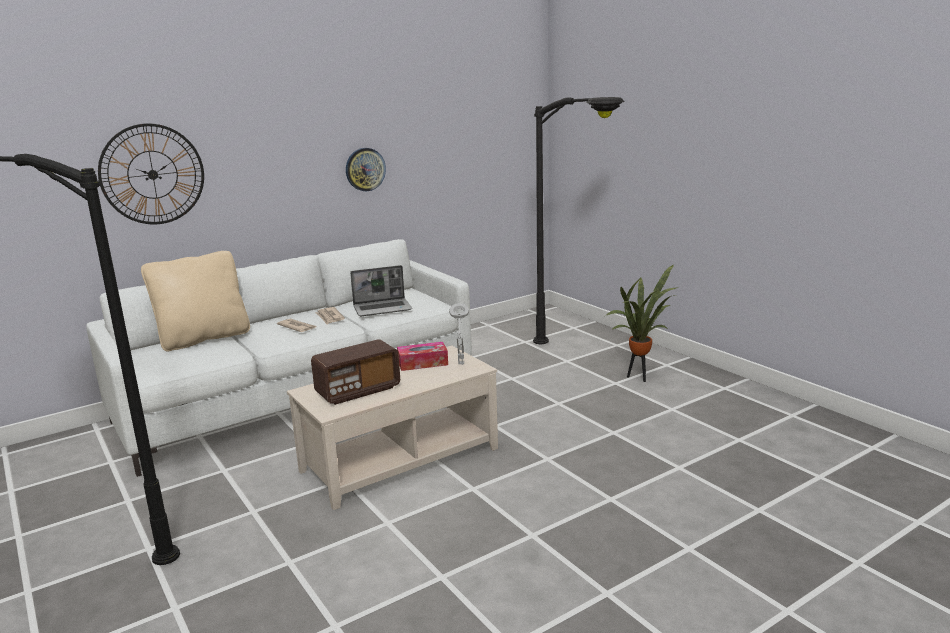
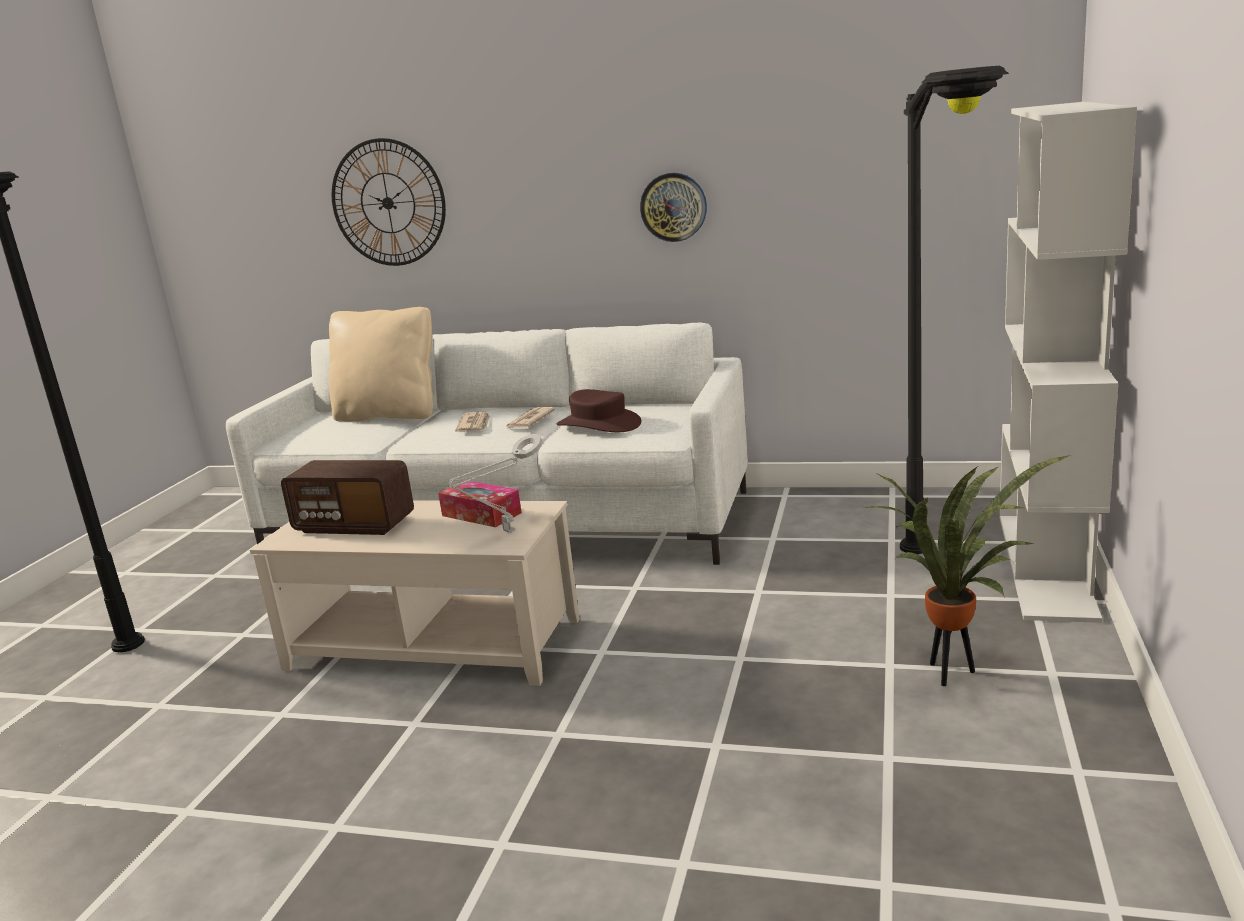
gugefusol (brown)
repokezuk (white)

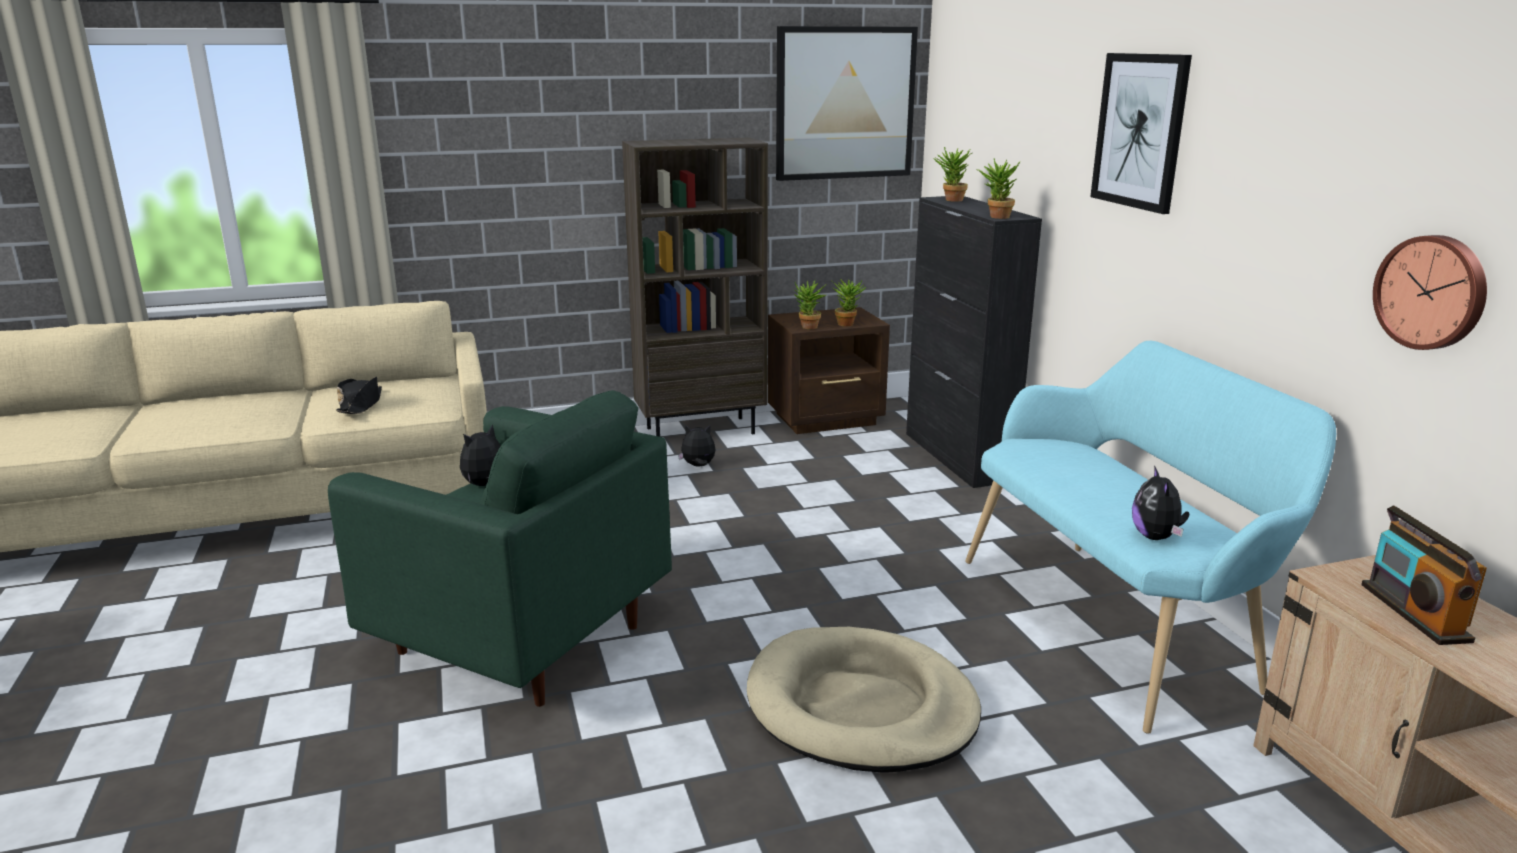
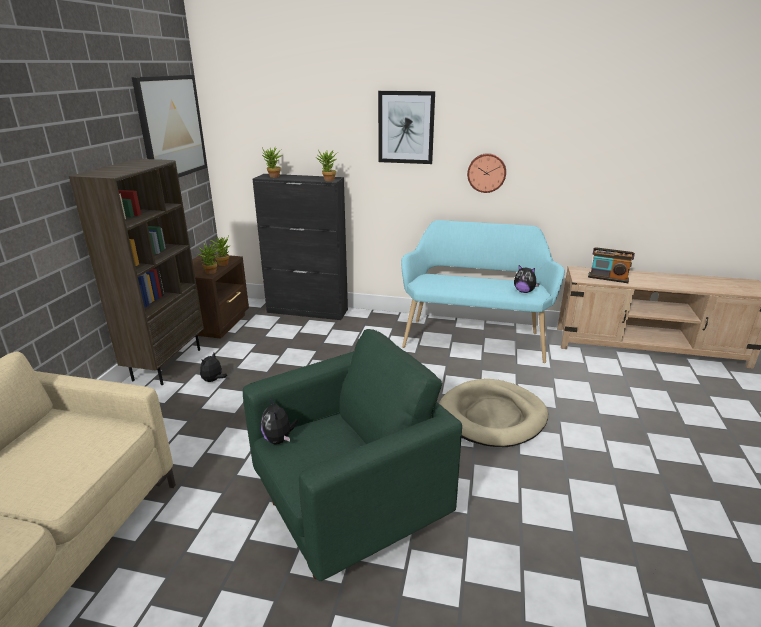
gugefusol (black)
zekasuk

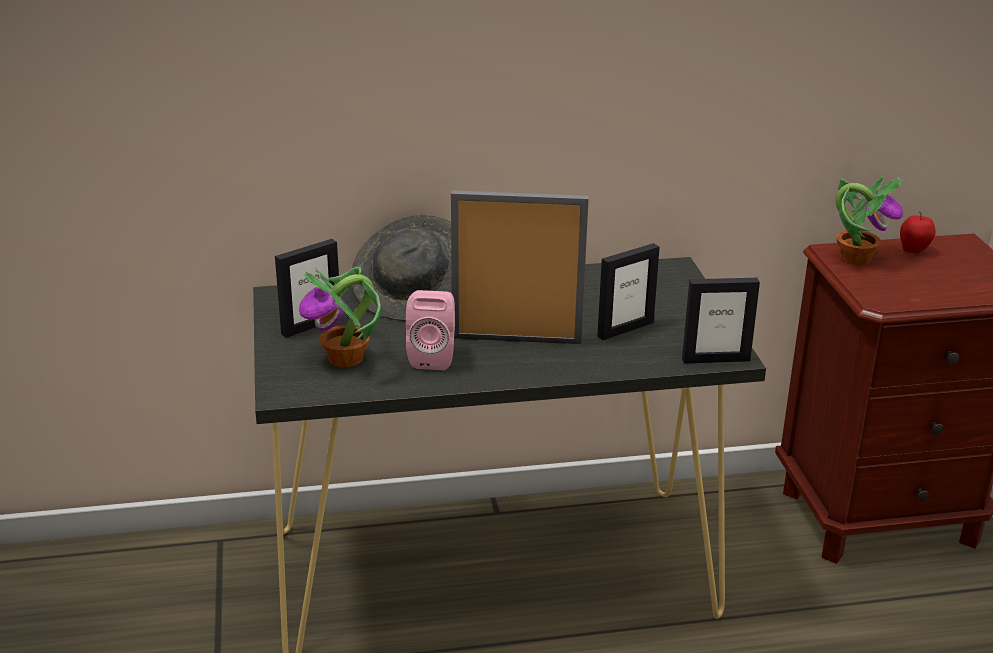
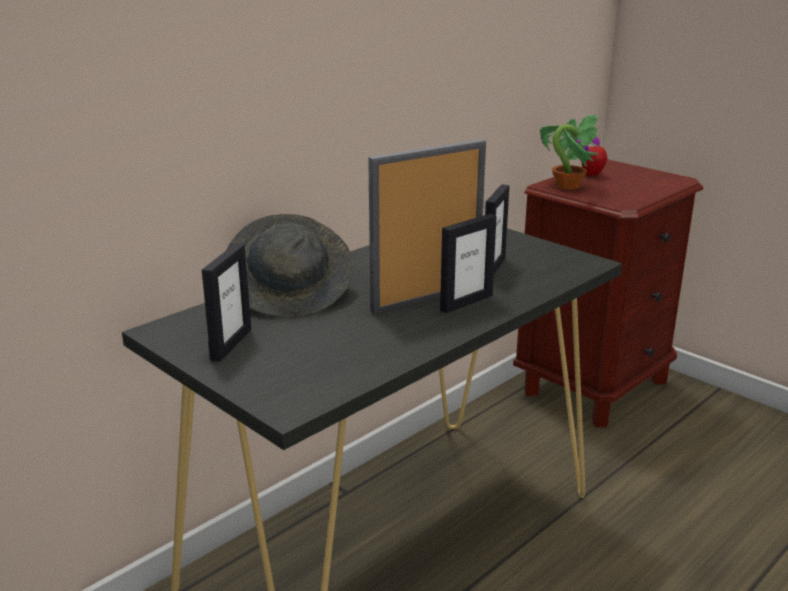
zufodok (no. 1 from left in the first image)
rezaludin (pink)
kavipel (no. 3 from left)

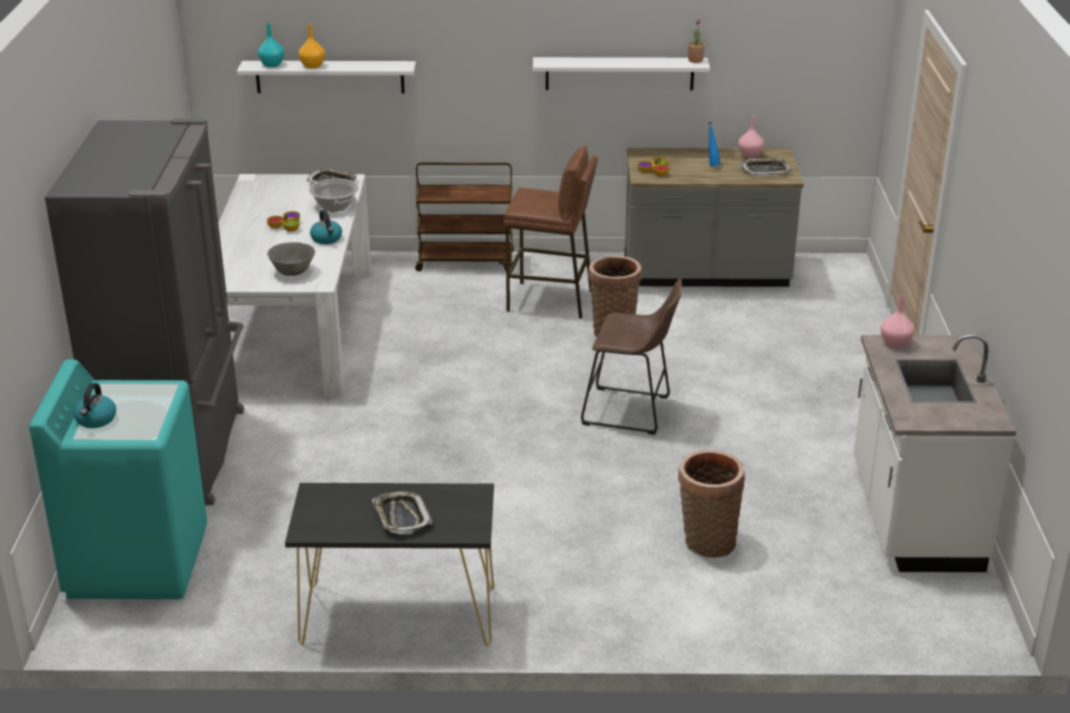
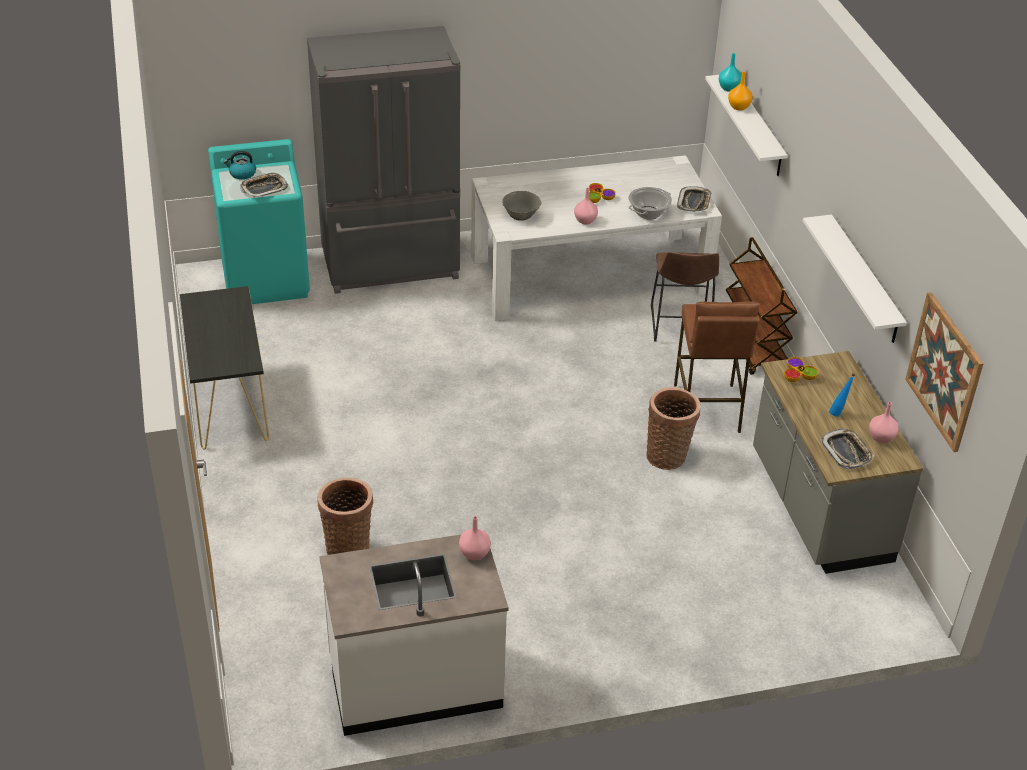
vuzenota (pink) (no. 2 from left)
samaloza (no. 1 from left)
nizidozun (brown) (no. 1 from left)
zufodok
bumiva

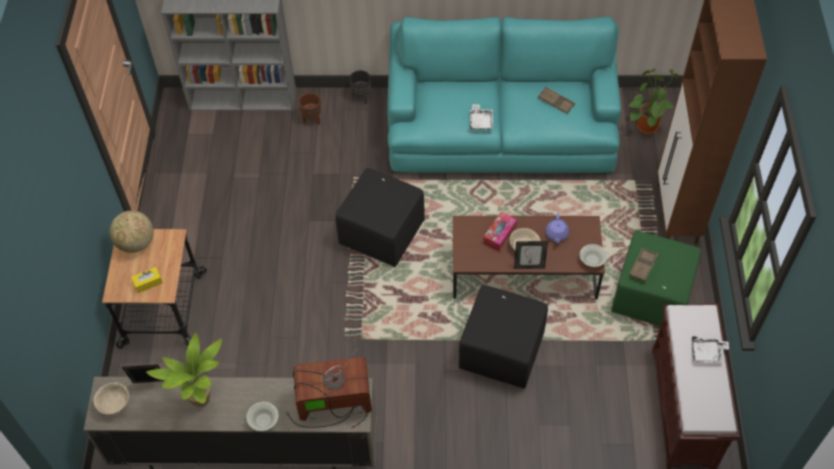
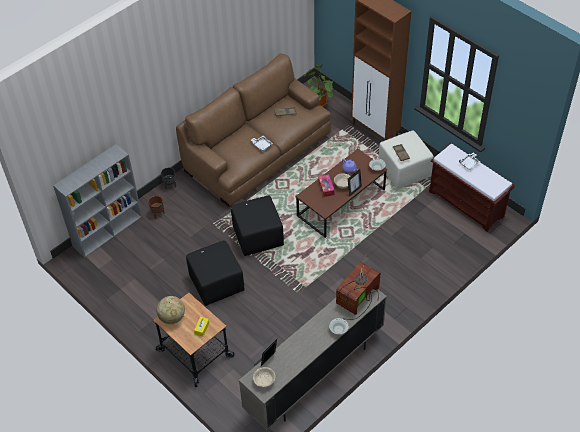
zufodok (no. 1 from left in the first image)
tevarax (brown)
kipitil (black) (no. 1 from left)
kipitil (beige)

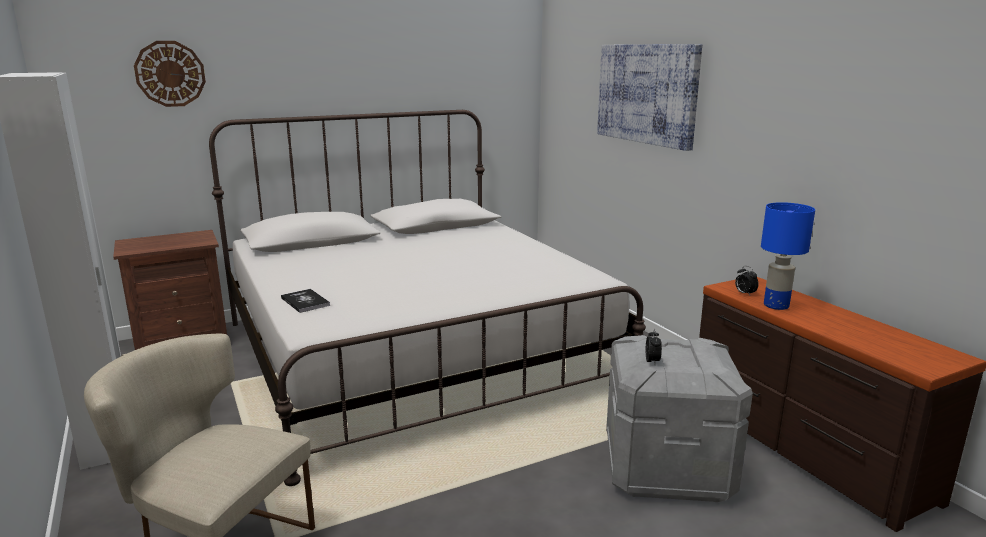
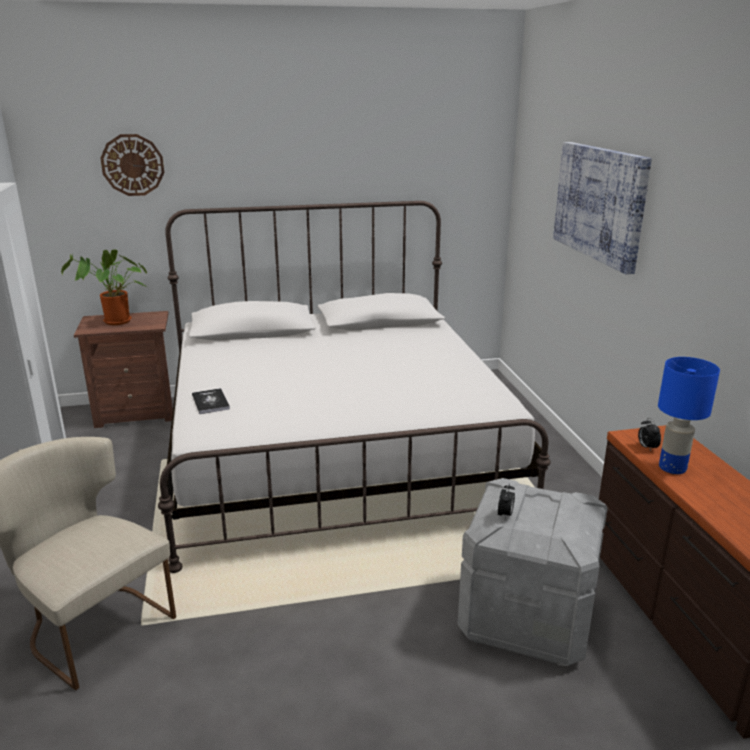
zufodok

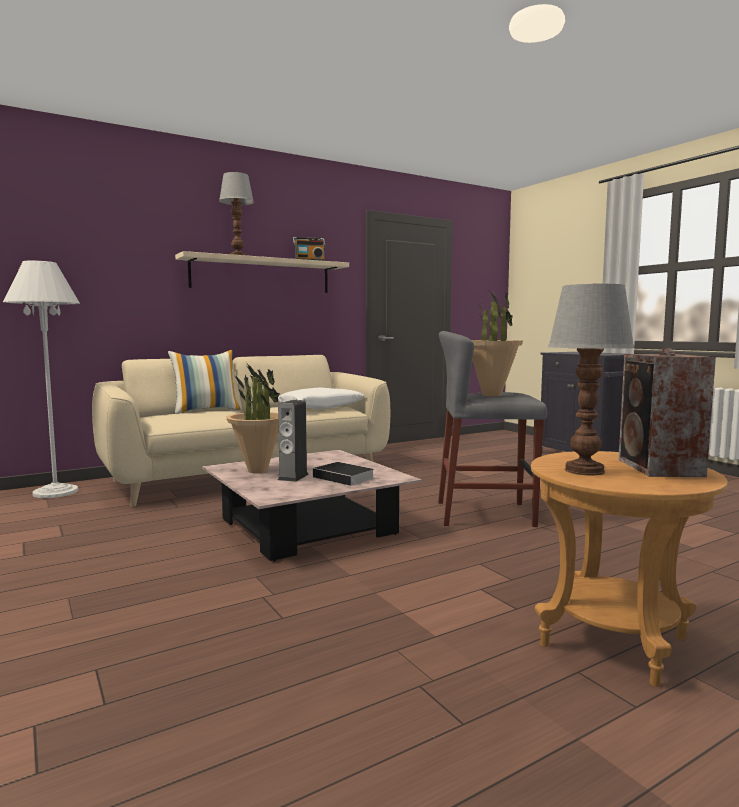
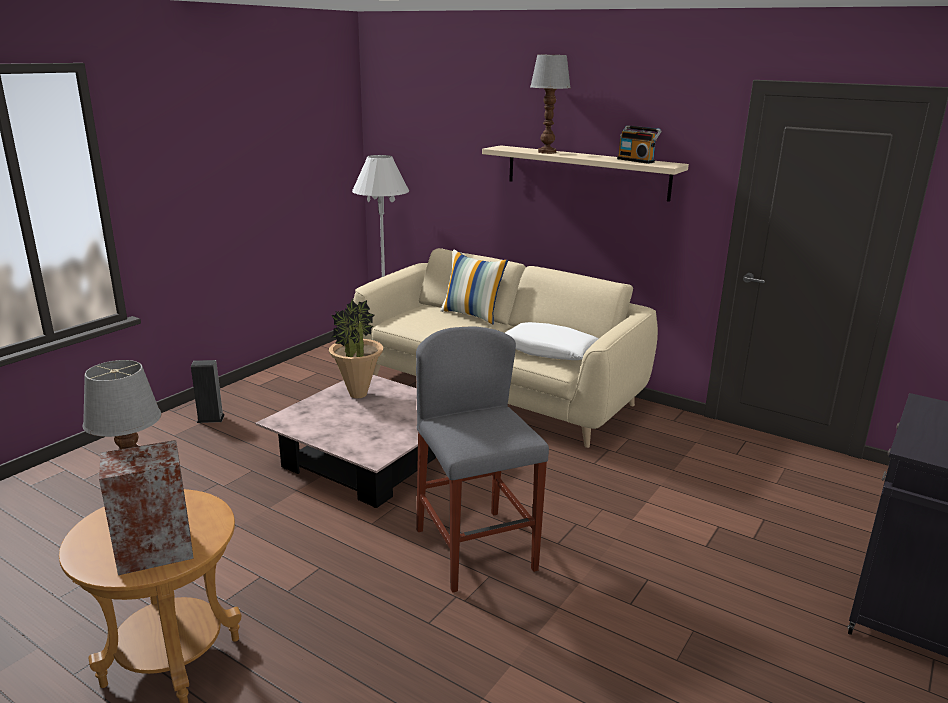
rezaludin (no. 2 from left)
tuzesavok
zufodok (no. 2 from left in the first image)

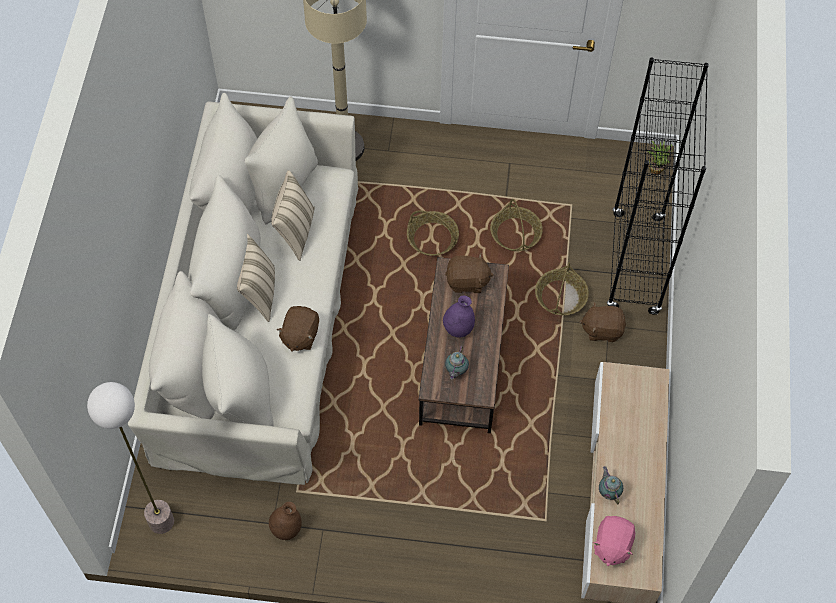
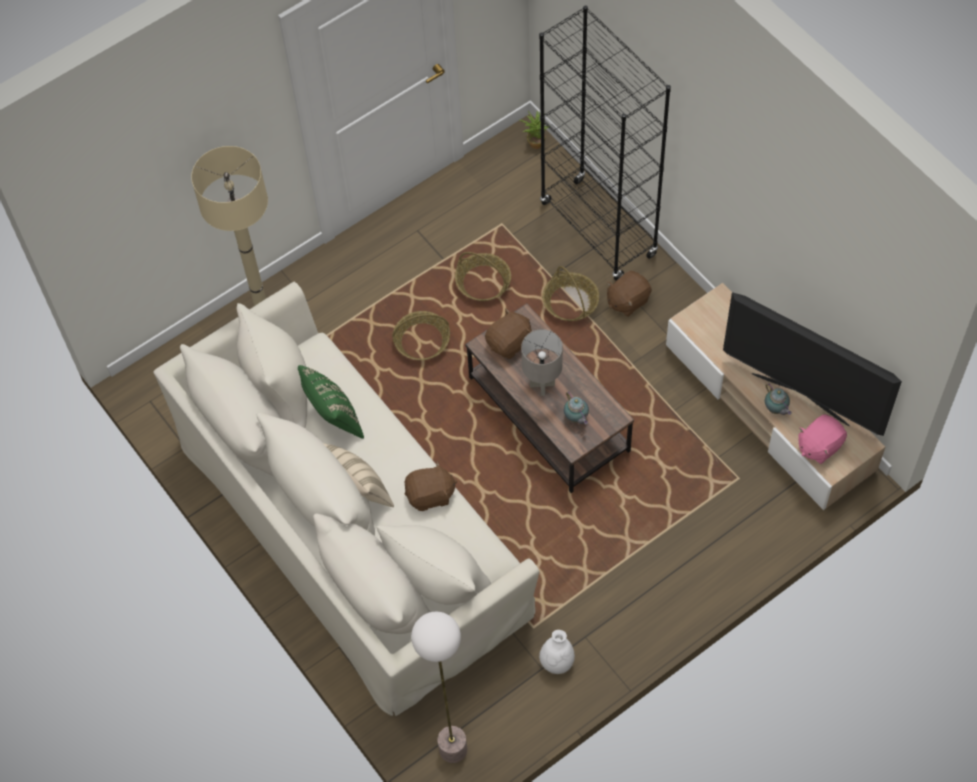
vuzenota (white)
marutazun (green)
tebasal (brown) (no. 1 from left)
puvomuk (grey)
tebasal (pink)
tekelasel (no. 2 from left)
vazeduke

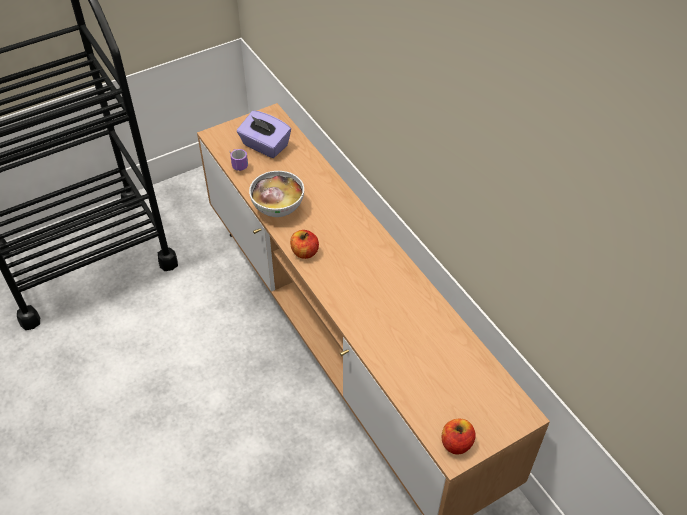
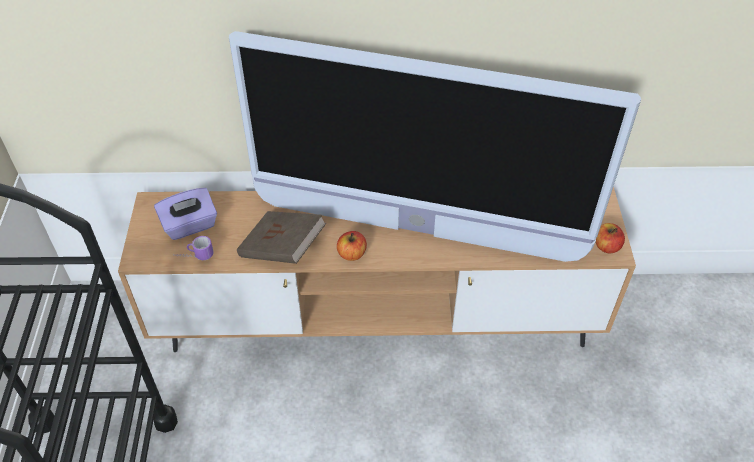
tuzesavok (brown)
vazeduke

